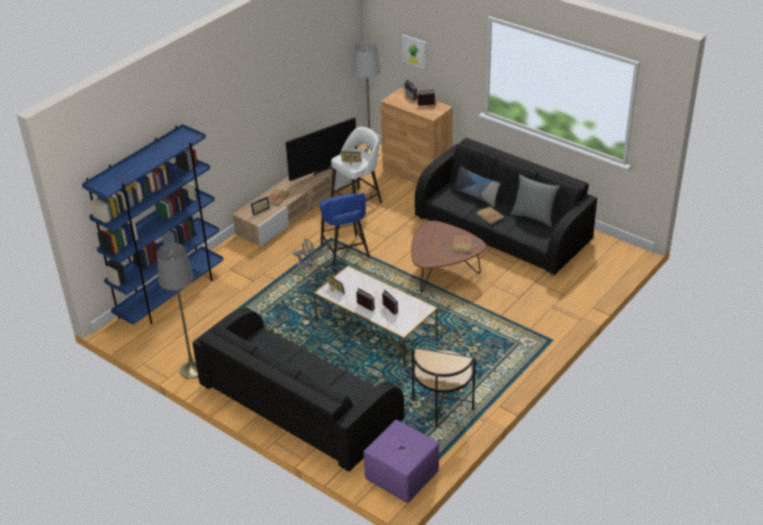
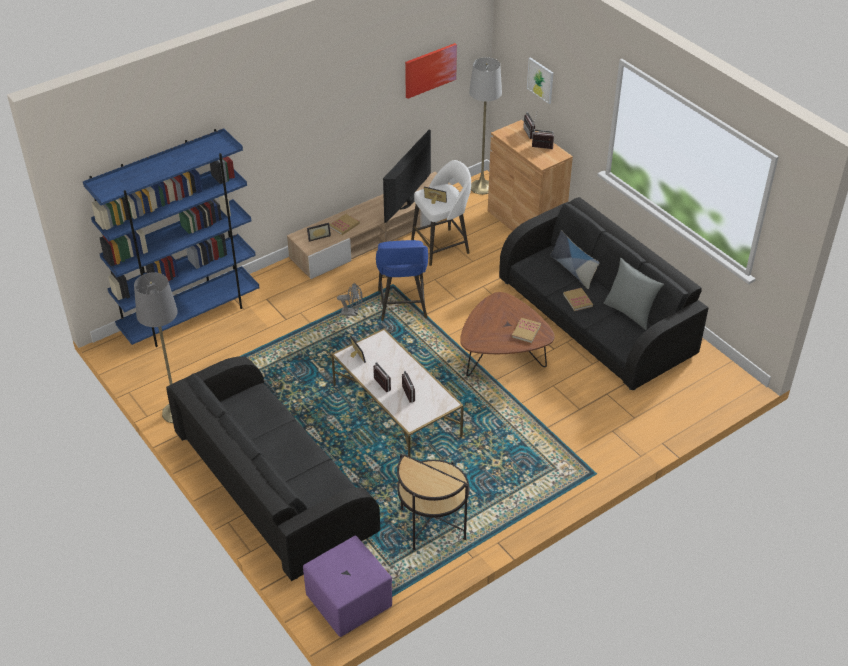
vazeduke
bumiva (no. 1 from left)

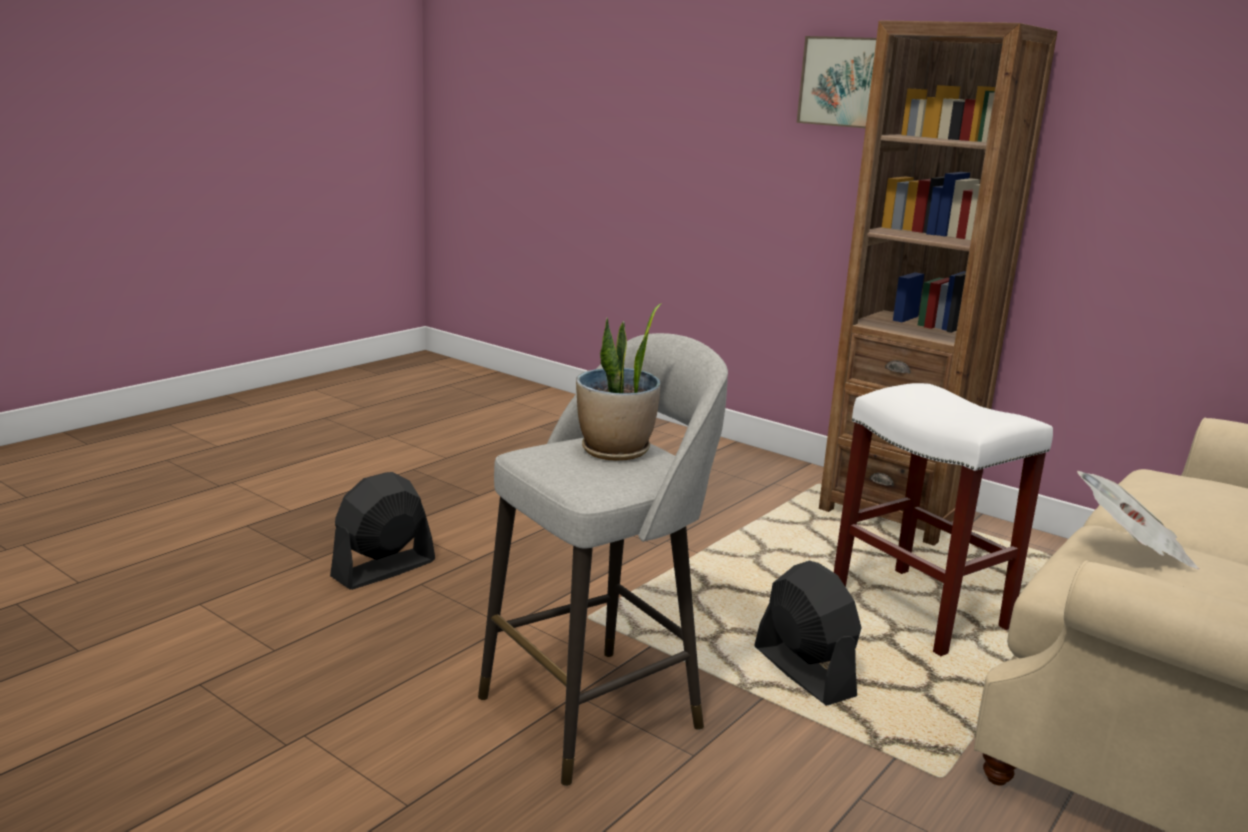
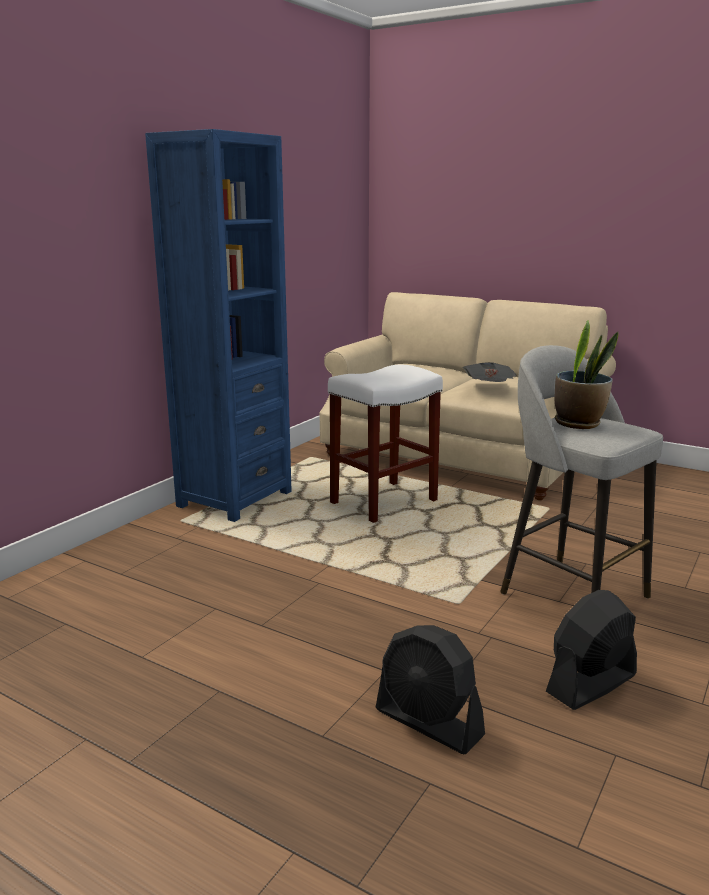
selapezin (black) (no. 2 from left)
bumiva
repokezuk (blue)

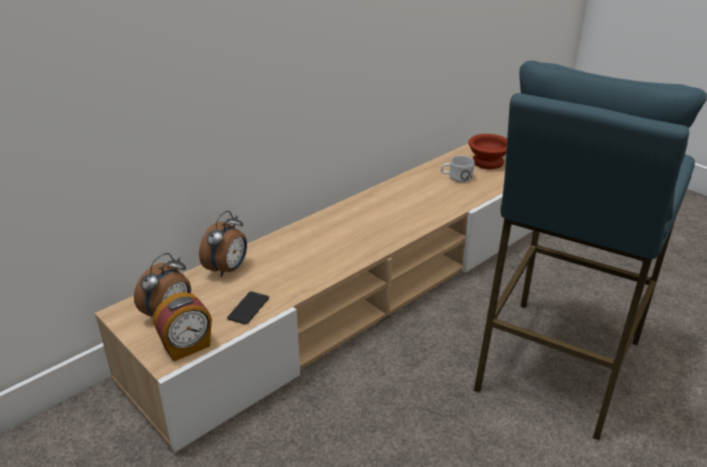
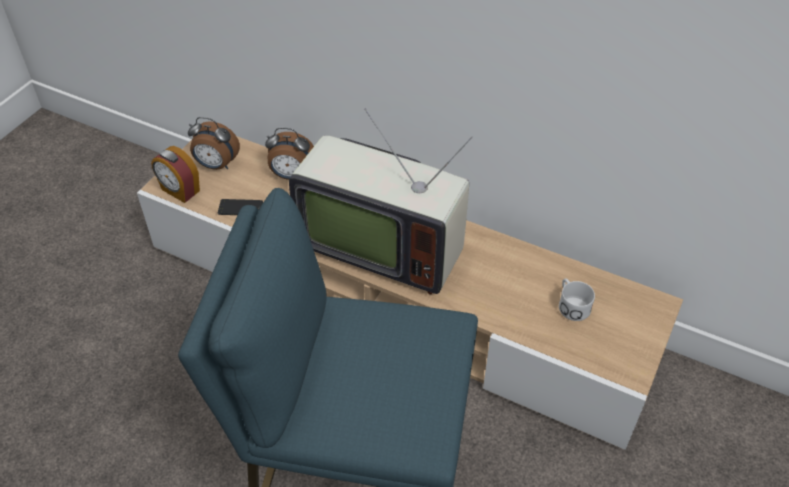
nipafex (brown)
vazeduke

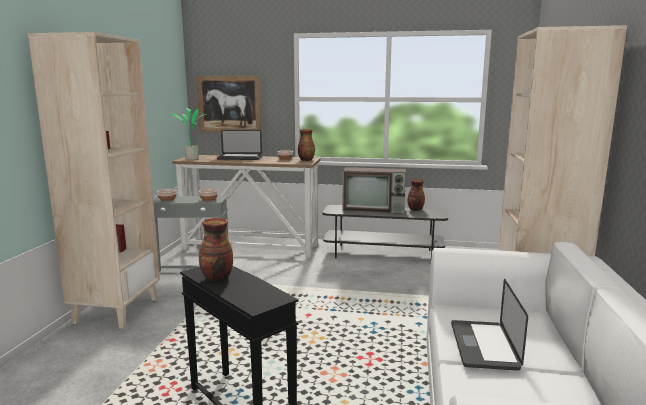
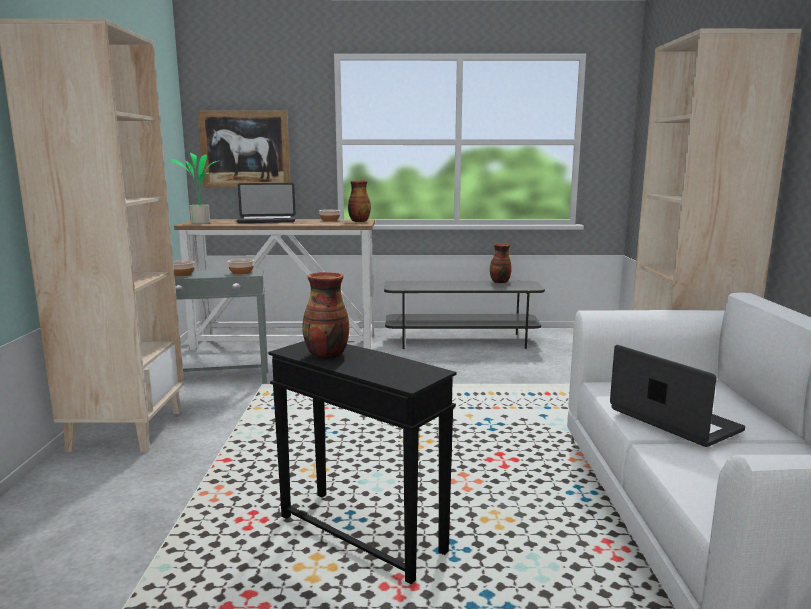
vazeduke
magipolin (no. 2 from left)

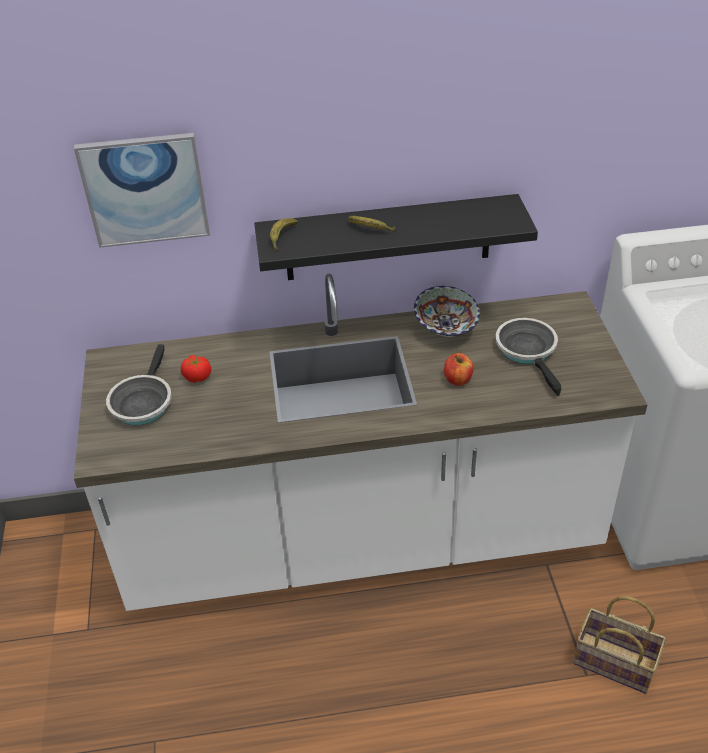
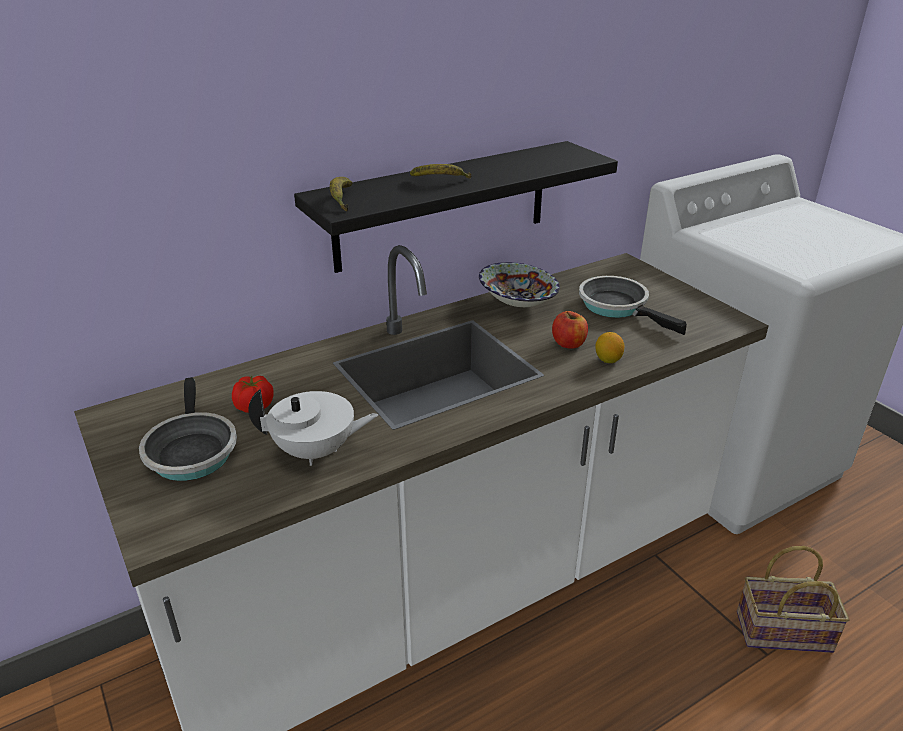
bumiva
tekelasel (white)
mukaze

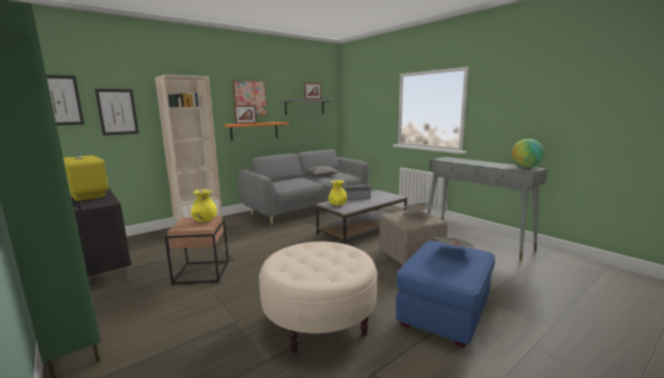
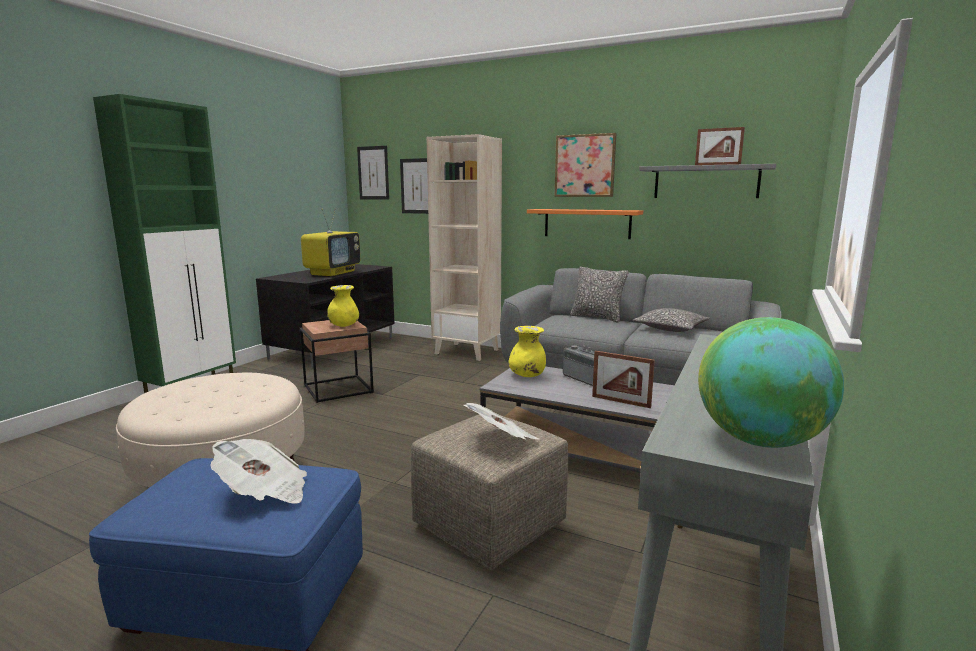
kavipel (no. 1 from left)
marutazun (no. 1 from left)

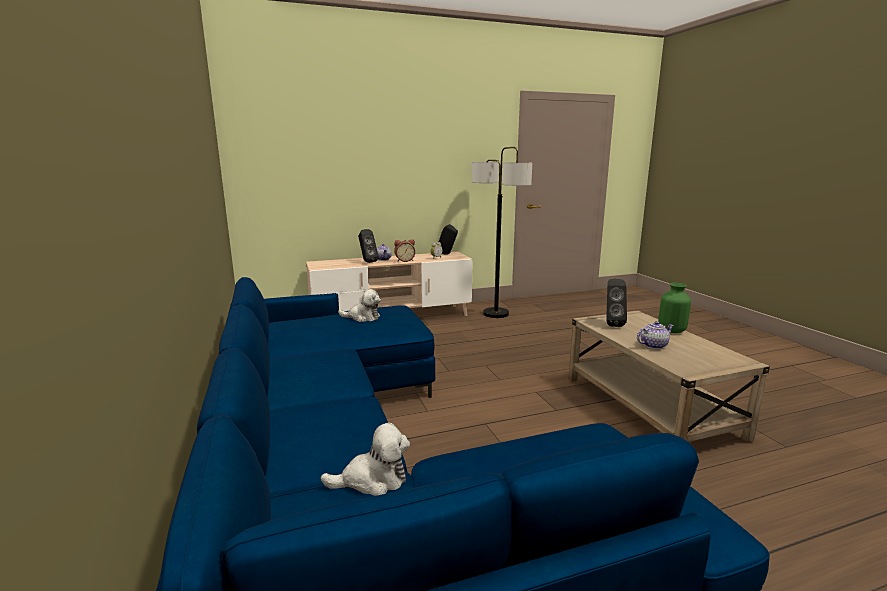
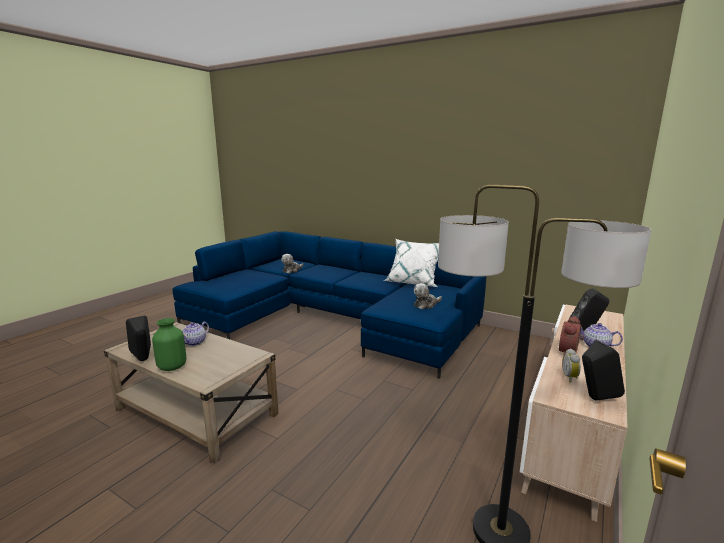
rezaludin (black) (no. 1 from left)
marutazun (white)

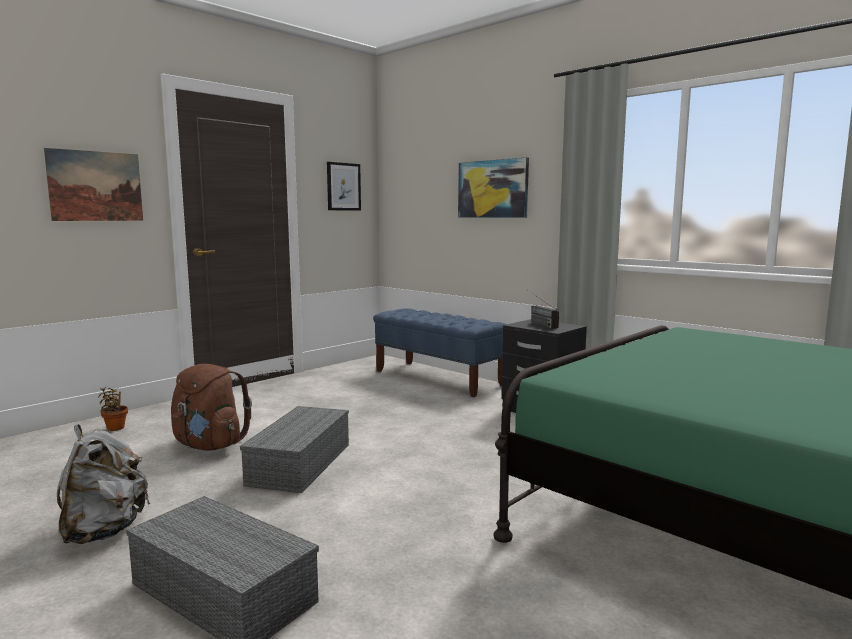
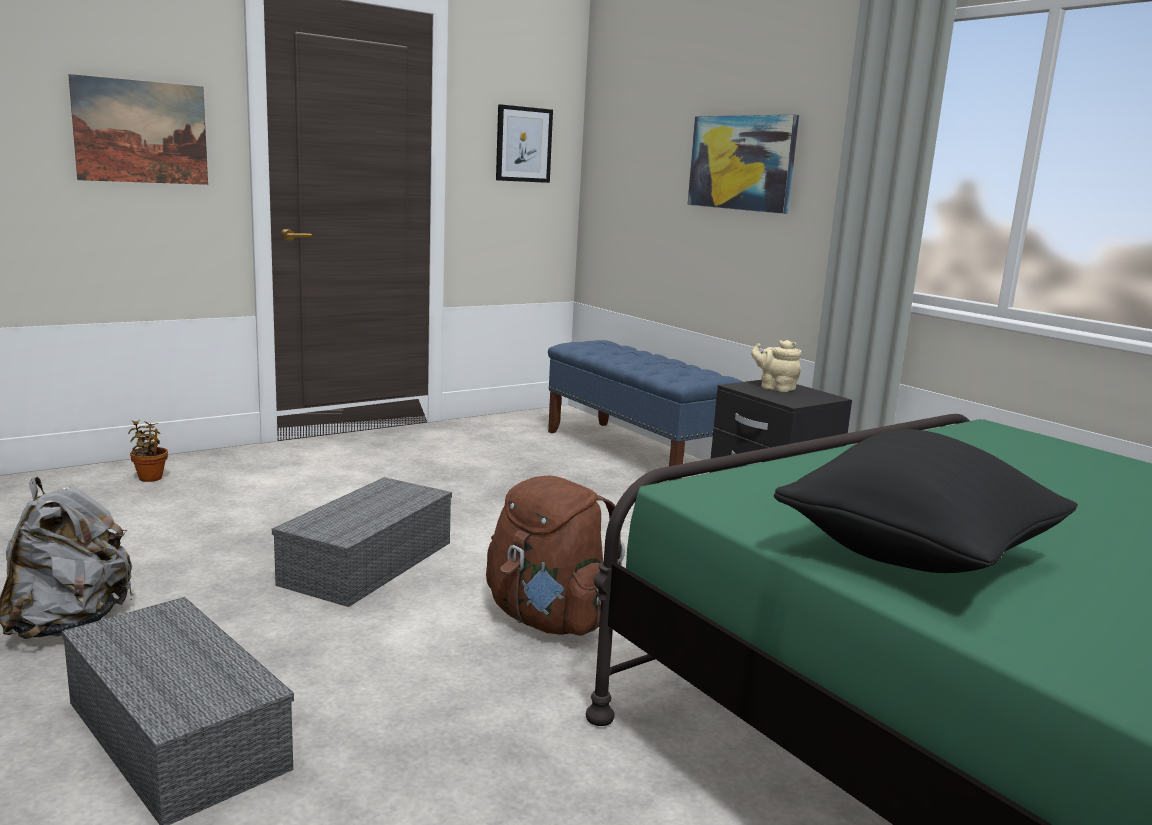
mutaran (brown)
tekelasel (beige)
marutazun (black)

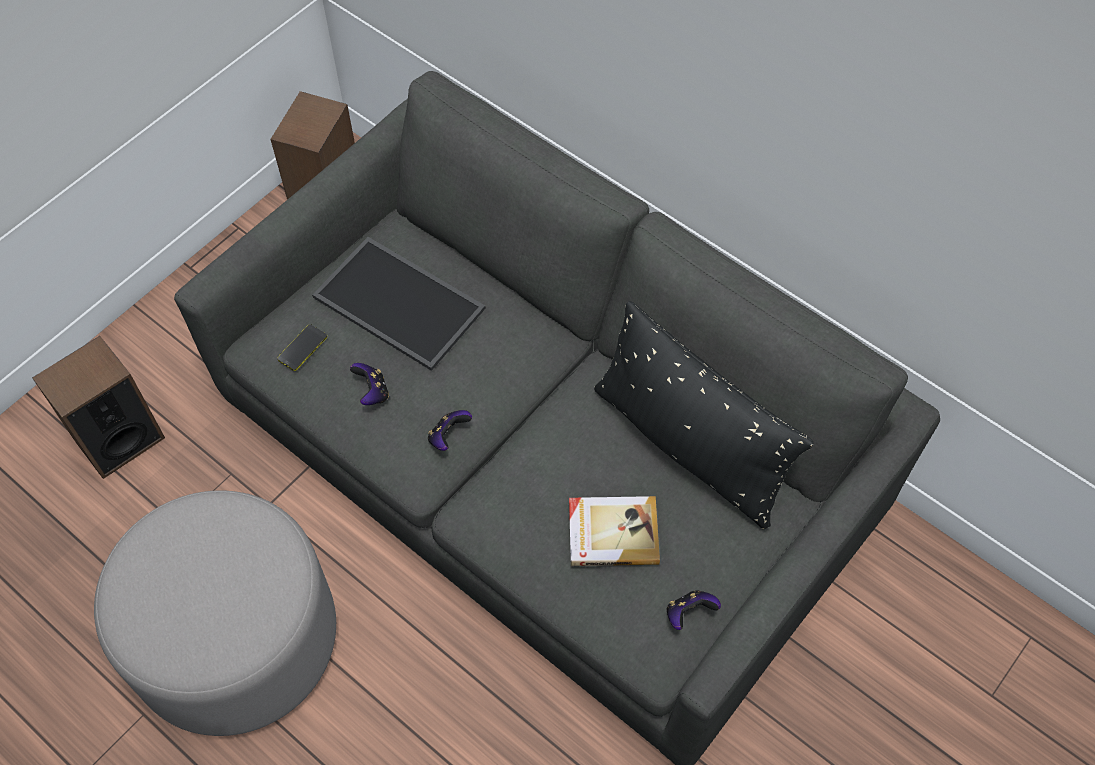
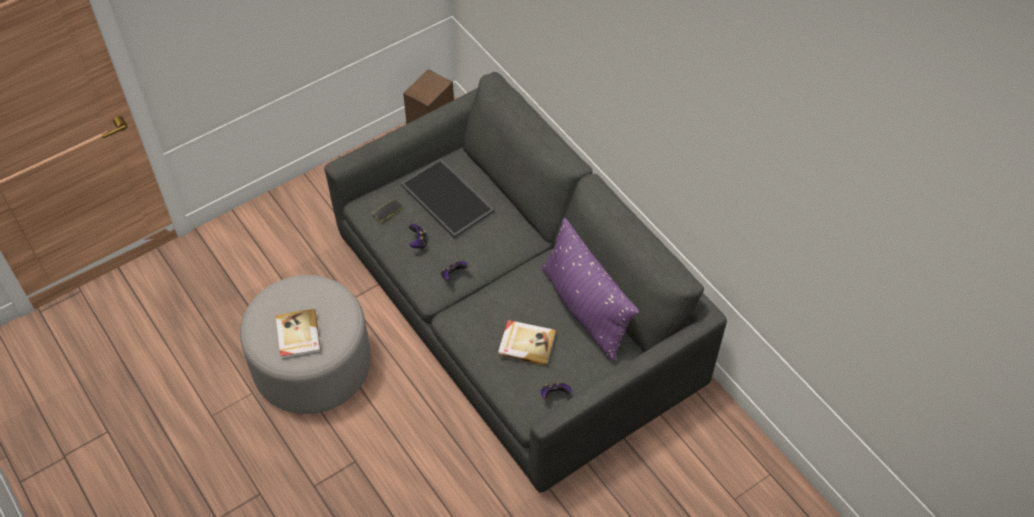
rezaludin (no. 1 from left in the first image)
marutazun (purple)
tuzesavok (no. 1 from left)

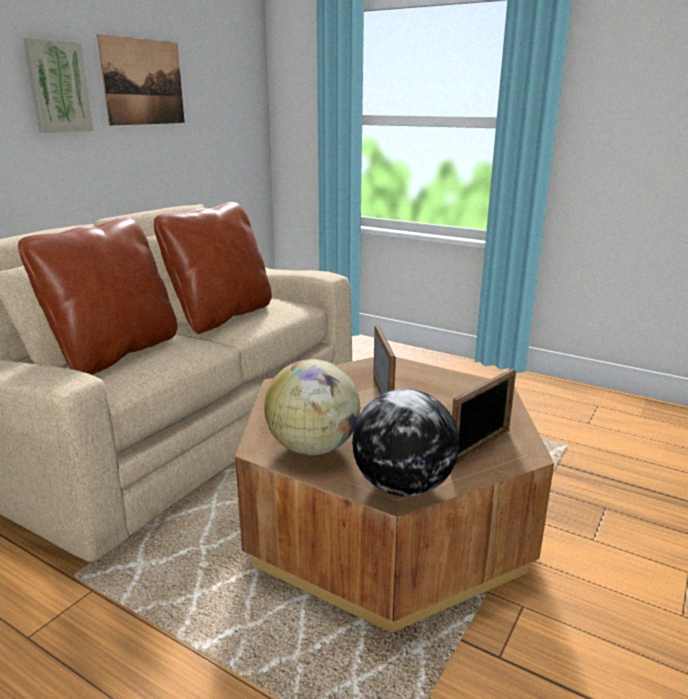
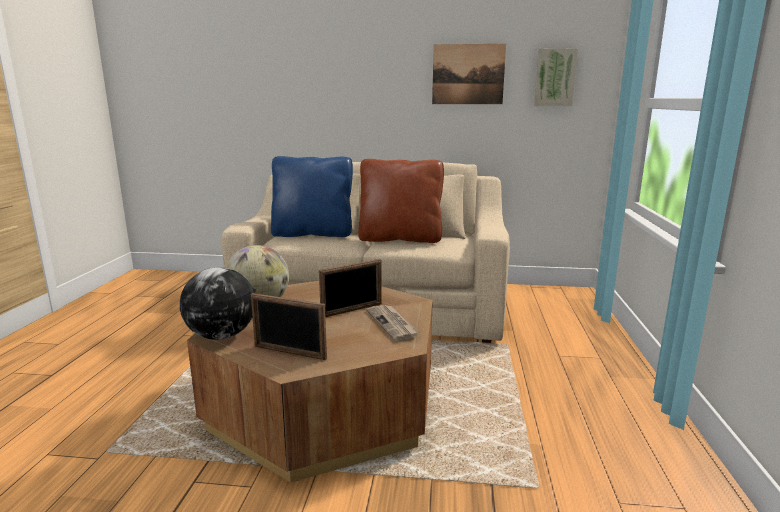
marutazun (blue)
bumiva (no. 2 from left)
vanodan

